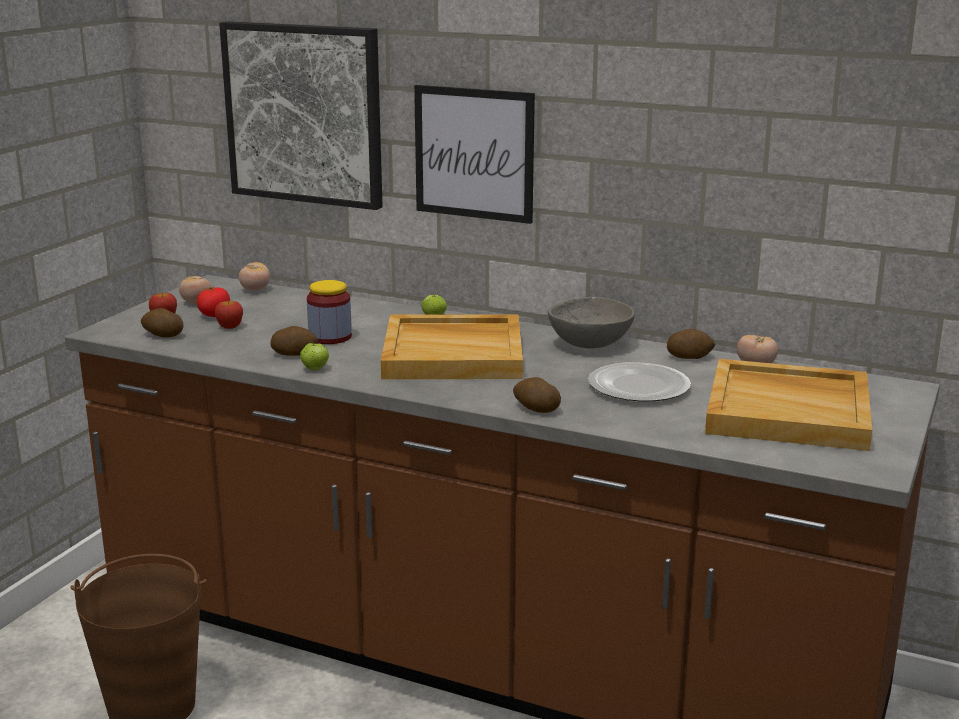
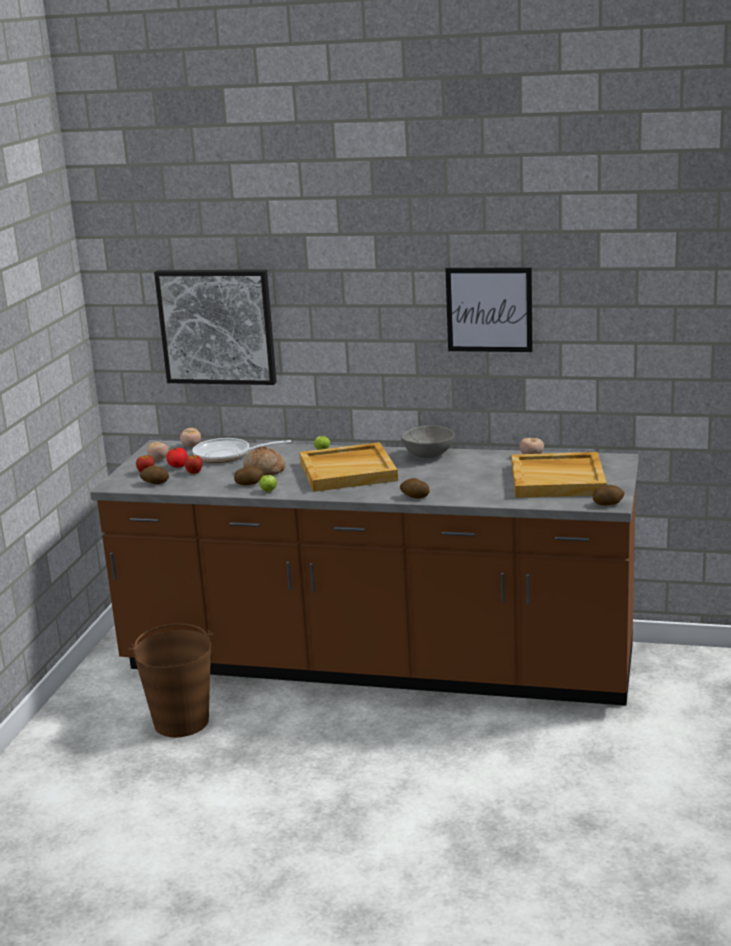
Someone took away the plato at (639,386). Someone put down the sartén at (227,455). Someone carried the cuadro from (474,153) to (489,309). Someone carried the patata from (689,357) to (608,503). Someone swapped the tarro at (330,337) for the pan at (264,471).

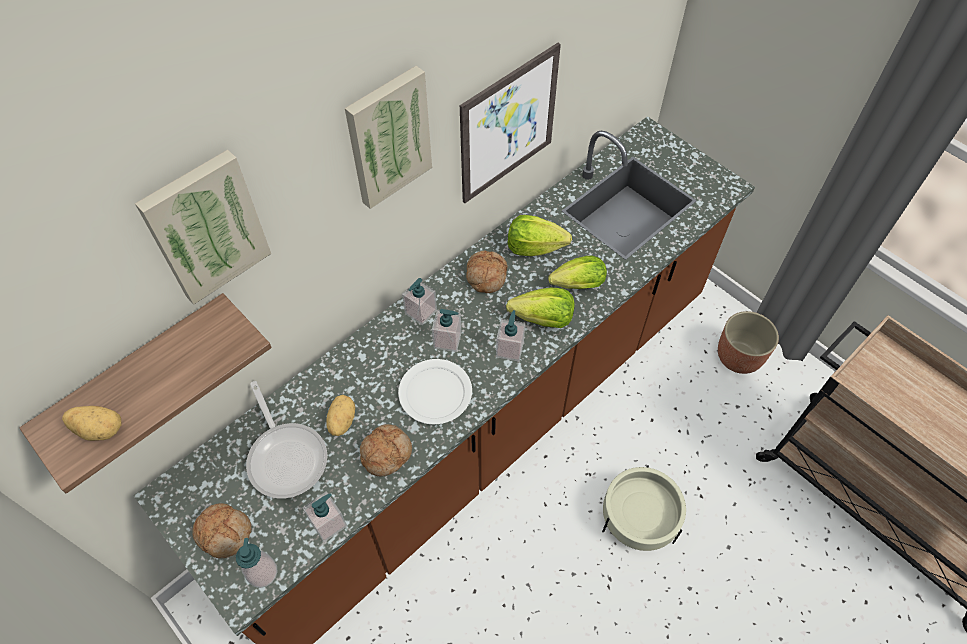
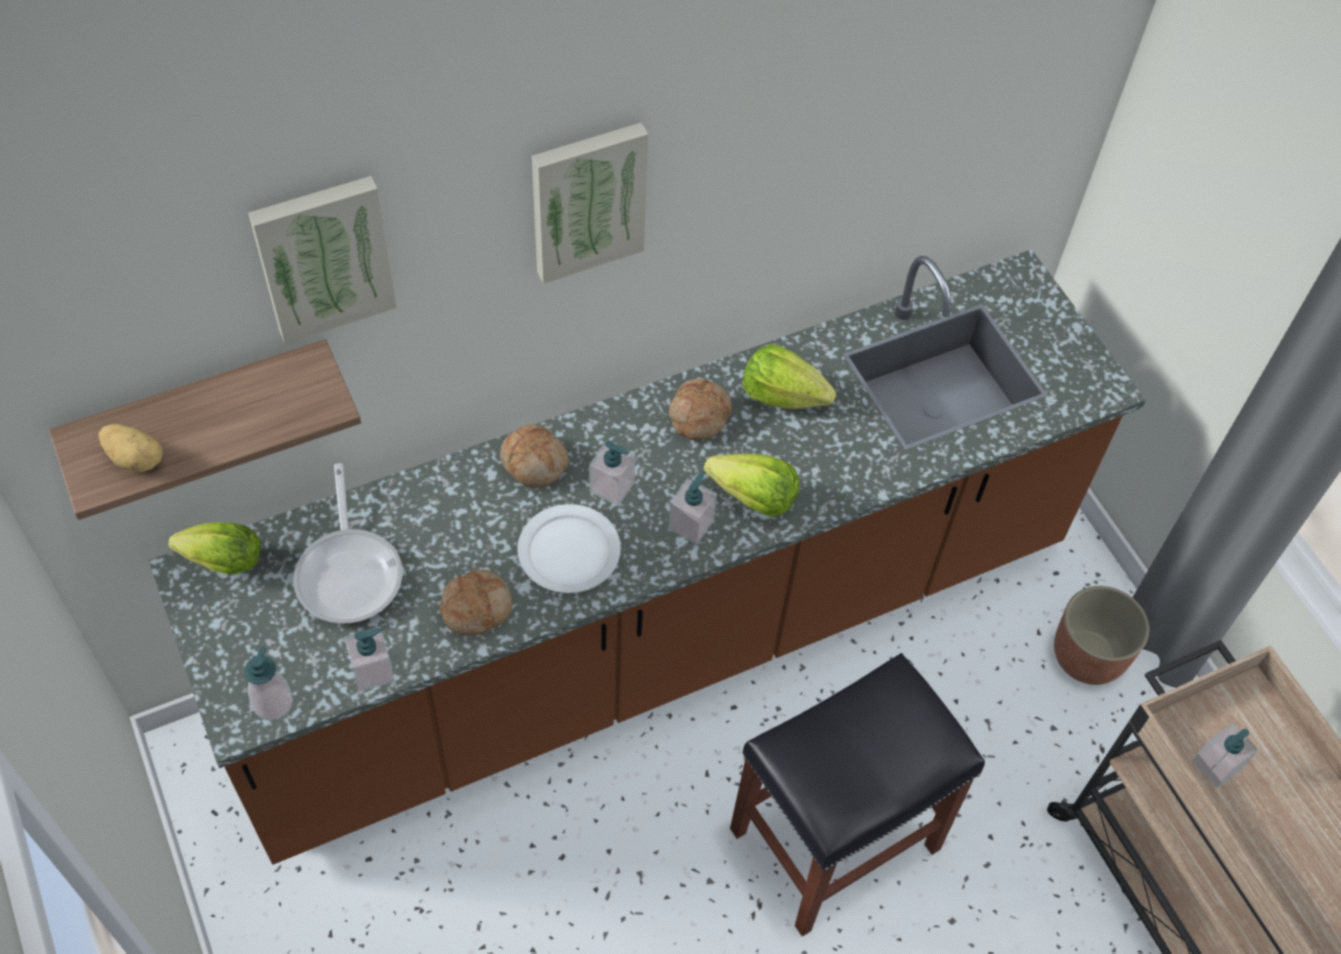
Someone took away the patata at (341,421). Someone took away the cuadro at (508,125). Someone carried the pan from (224,532) to (535,462). Someone carried the dispensador de jabón from (420,312) to (1216,766). Someone carried the lechuga from (575,285) to (218,561). Someone swapped the maceta/beis at (639,517) for the taburete/negro at (836,837).

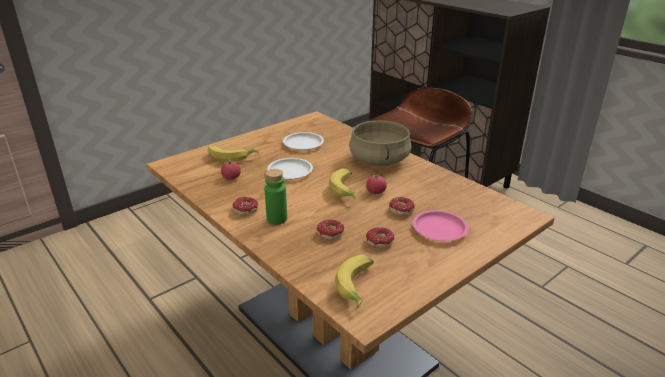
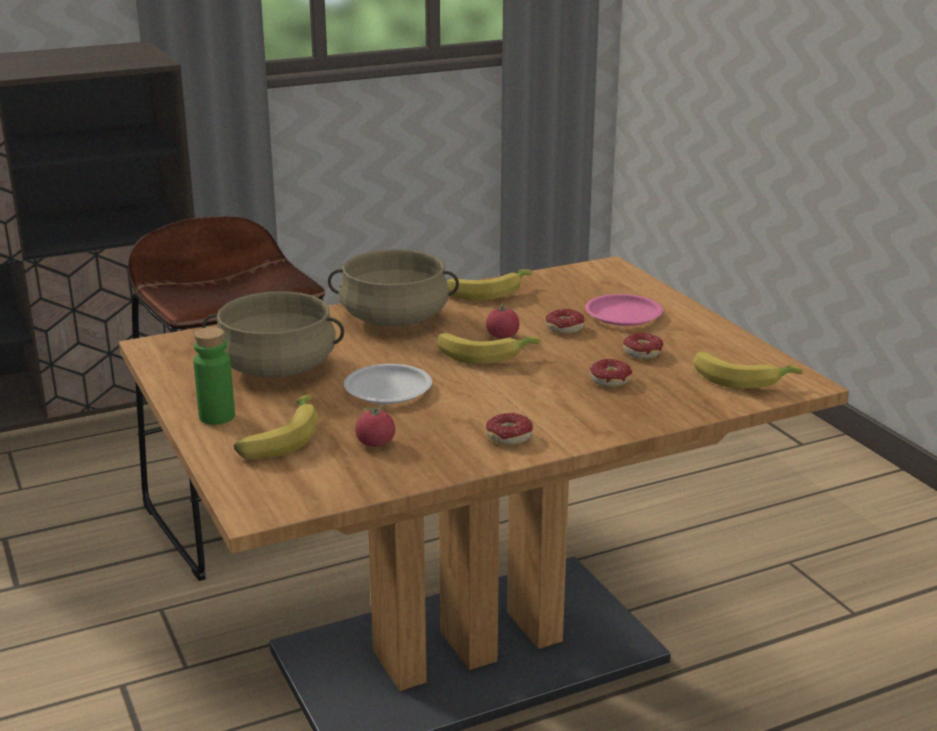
Someone put down the plátano at (486,292). Someone carried the botella/verde from (277,219) to (217,416). Someone swapped the plato/blanco at (303,144) for the olla/beis at (276,368).

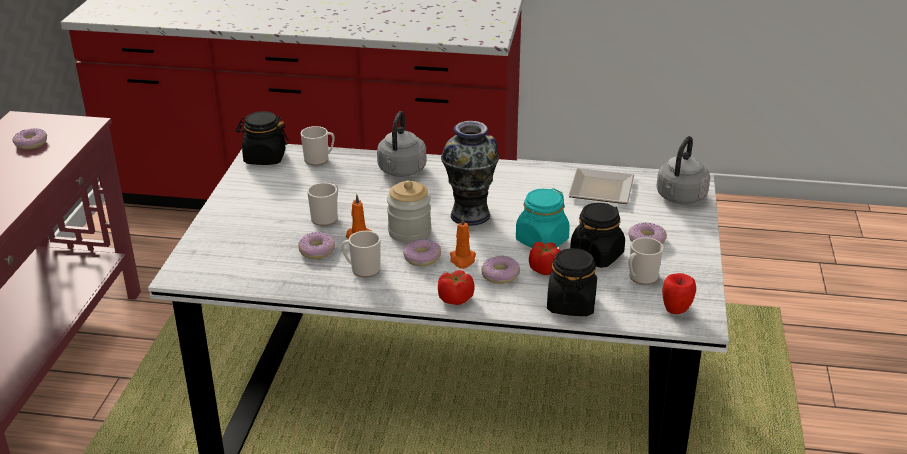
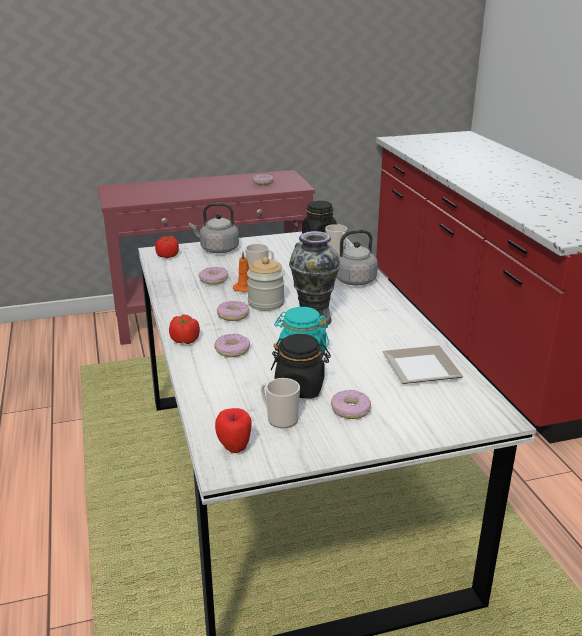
Someone took away the taza grande at (362,269). Someone took away the vela/naranja at (462,260). Someone took away the tarro/negro at (571,304). Someone carried the tomate from (544,269) to (168,255). Someone carried the hervidor/gris from (680,198) to (217,249).

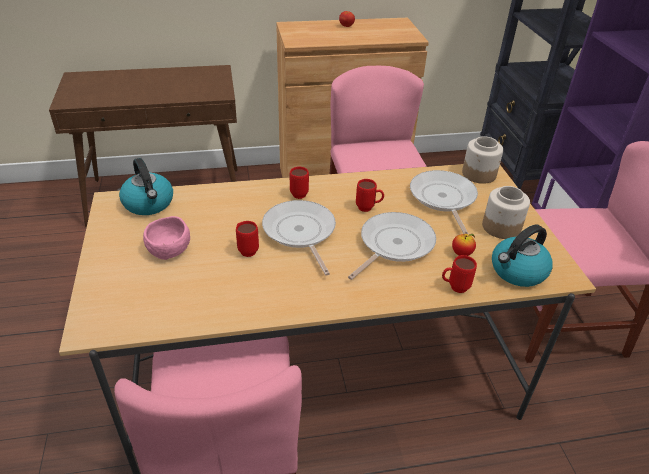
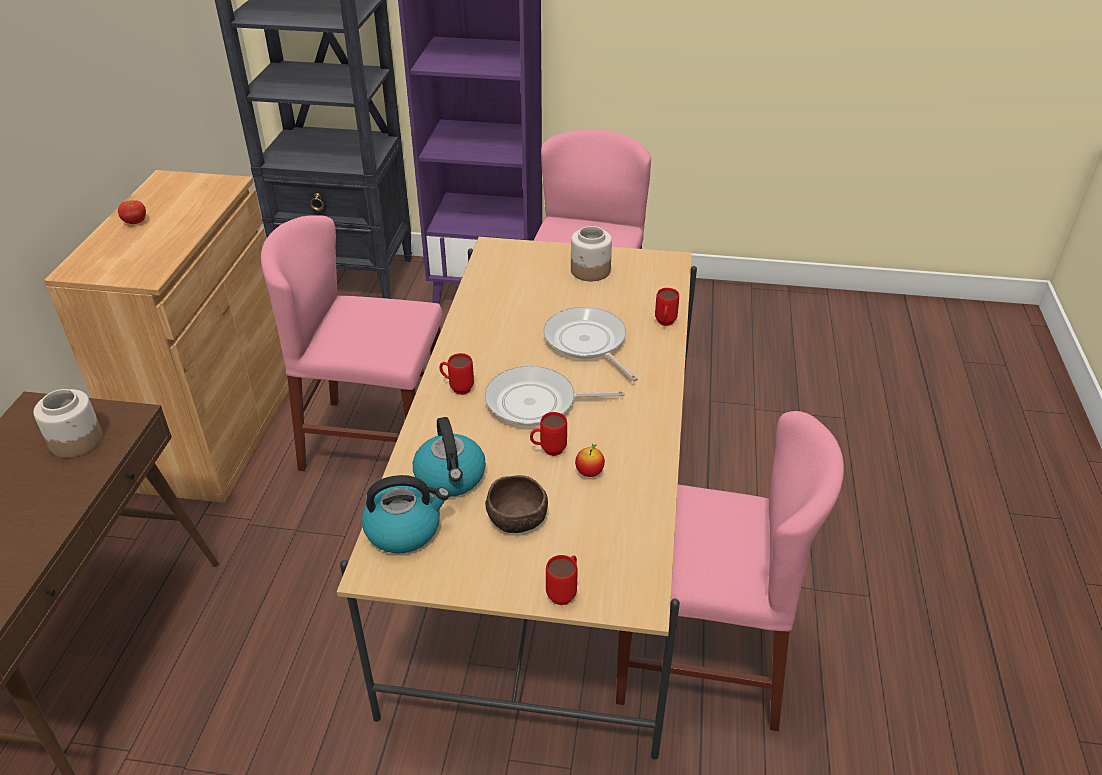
Someone took away the sartén at (443,199). Someone carried the taza grande/rojo from (368,208) to (564,592). Someone carried the manzana from (461,254) to (589,472). Someone carried the tarro from (479,174) to (77,440). Someone carried the hervidor from (517,271) to (451,477). Someone repainted the cuenco/rosa at (168,249), which became the cuenco/marrón at (518,518).

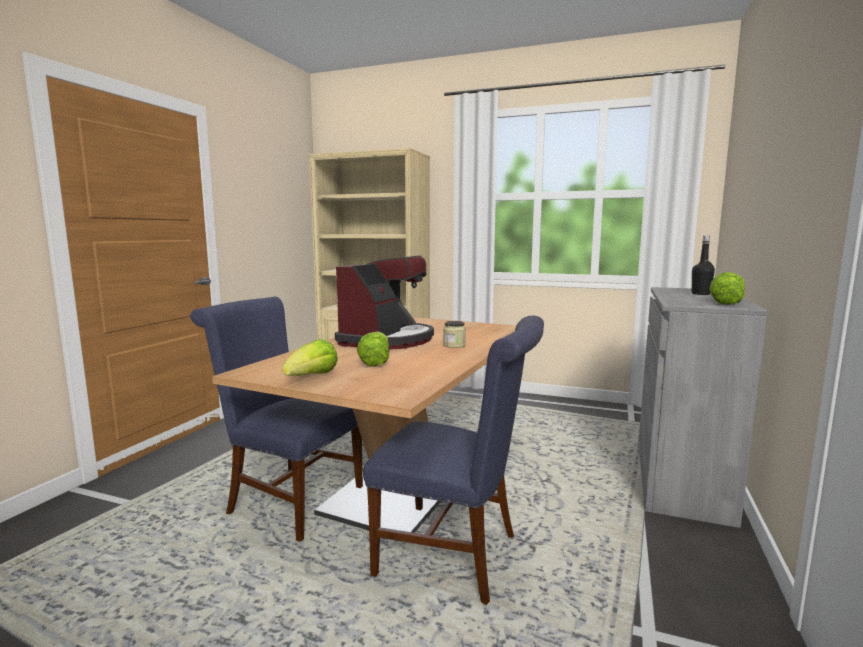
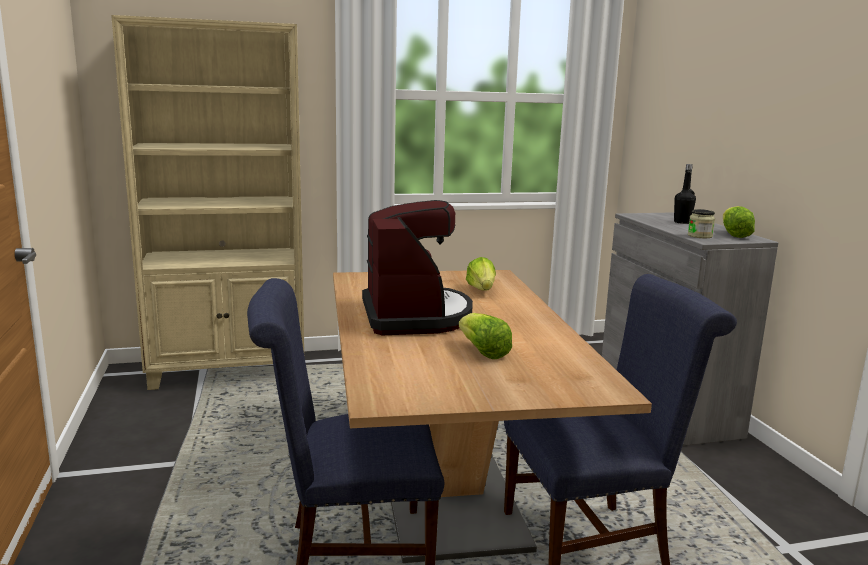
Someone carried the lechuga from (312,377) to (481,290). Someone carried the tarro from (454,345) to (700,236).

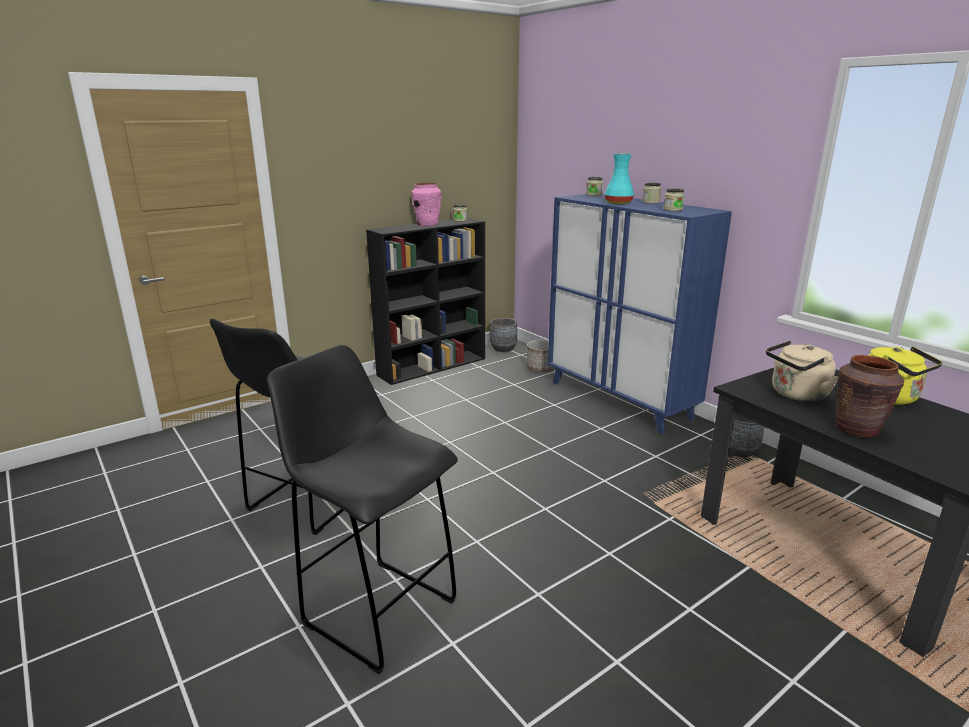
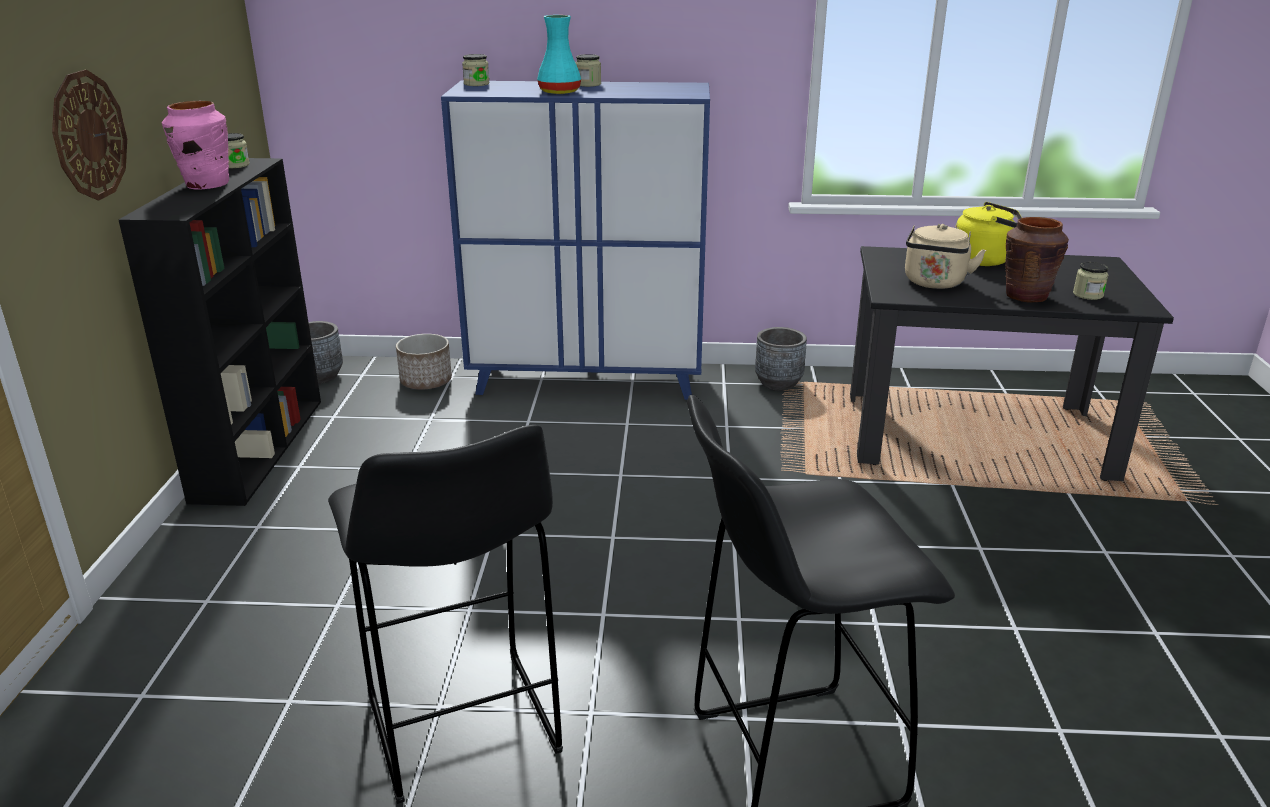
Someone put up the reloj de pared at (89,135). Someone carried the tarro from (672,210) to (1088,295).

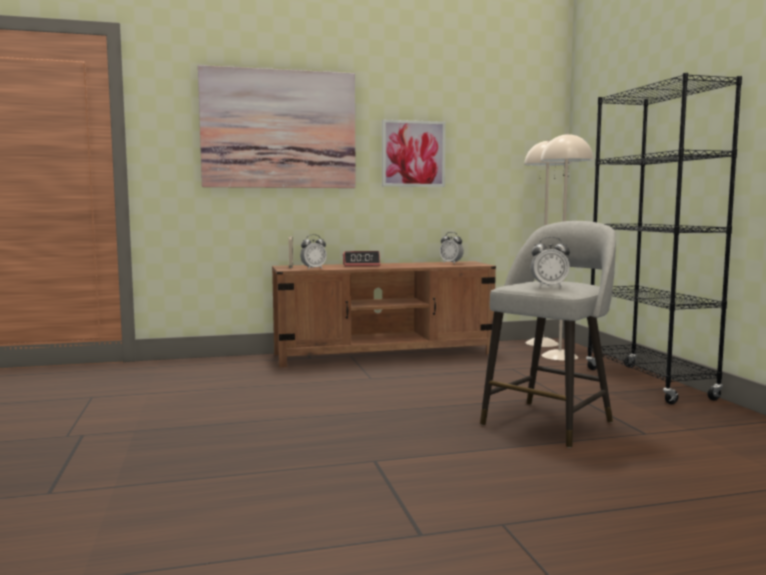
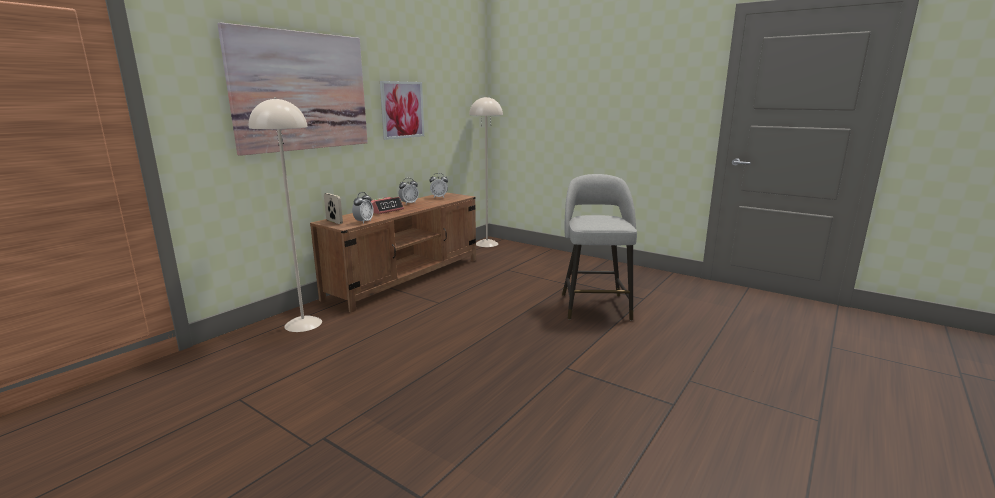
Someone took away the estantería/negro at (648,384). Someone carried the despertador from (549,286) to (409,203). Someone carried the lámpara de pie/beis from (560,356) to (303,324).

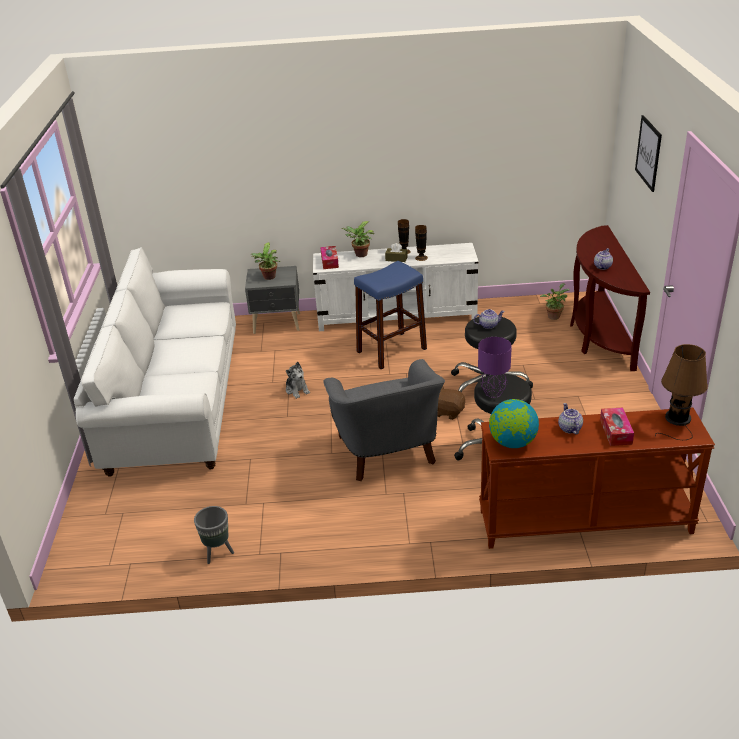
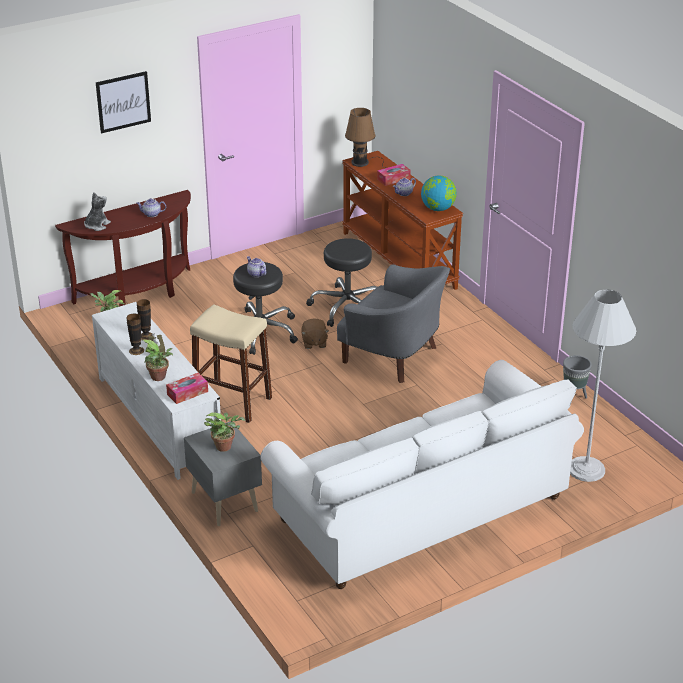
Someone took away the lámpara de mesa/morado at (493,392). Someone put down the lámpara de pie/blanco at (586,469). Someone carried the peluche from (297,390) to (96,225). Someone repainted the taburete/azul at (391,350), which became the taburete/beis at (232,401). Someone rotated the sillón/gris at (387,453) by 75 degrees clockwise.

